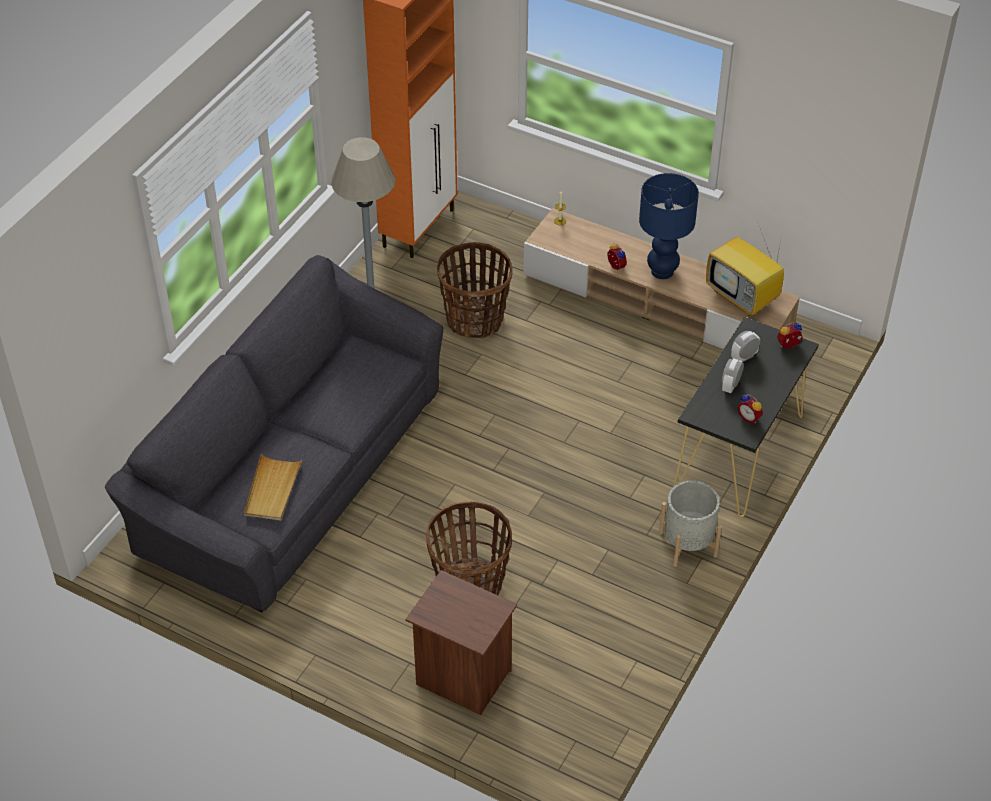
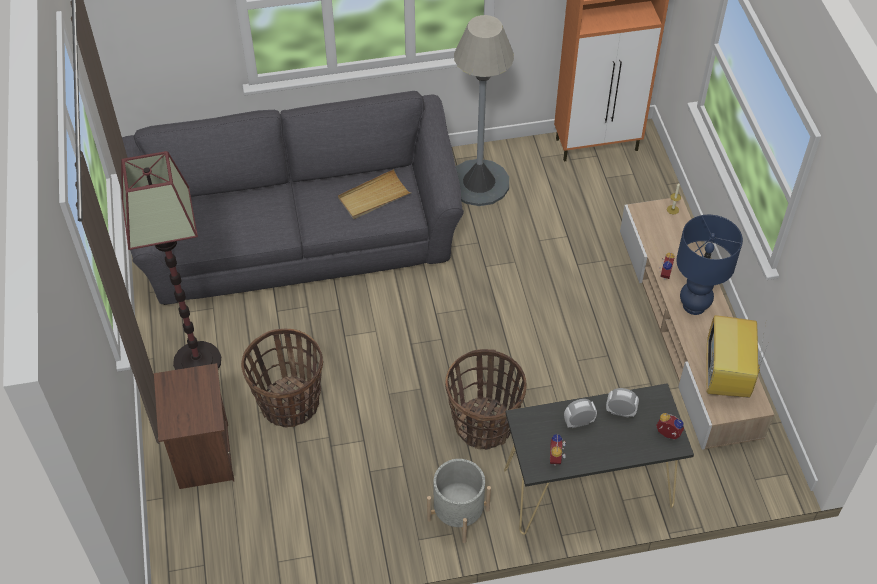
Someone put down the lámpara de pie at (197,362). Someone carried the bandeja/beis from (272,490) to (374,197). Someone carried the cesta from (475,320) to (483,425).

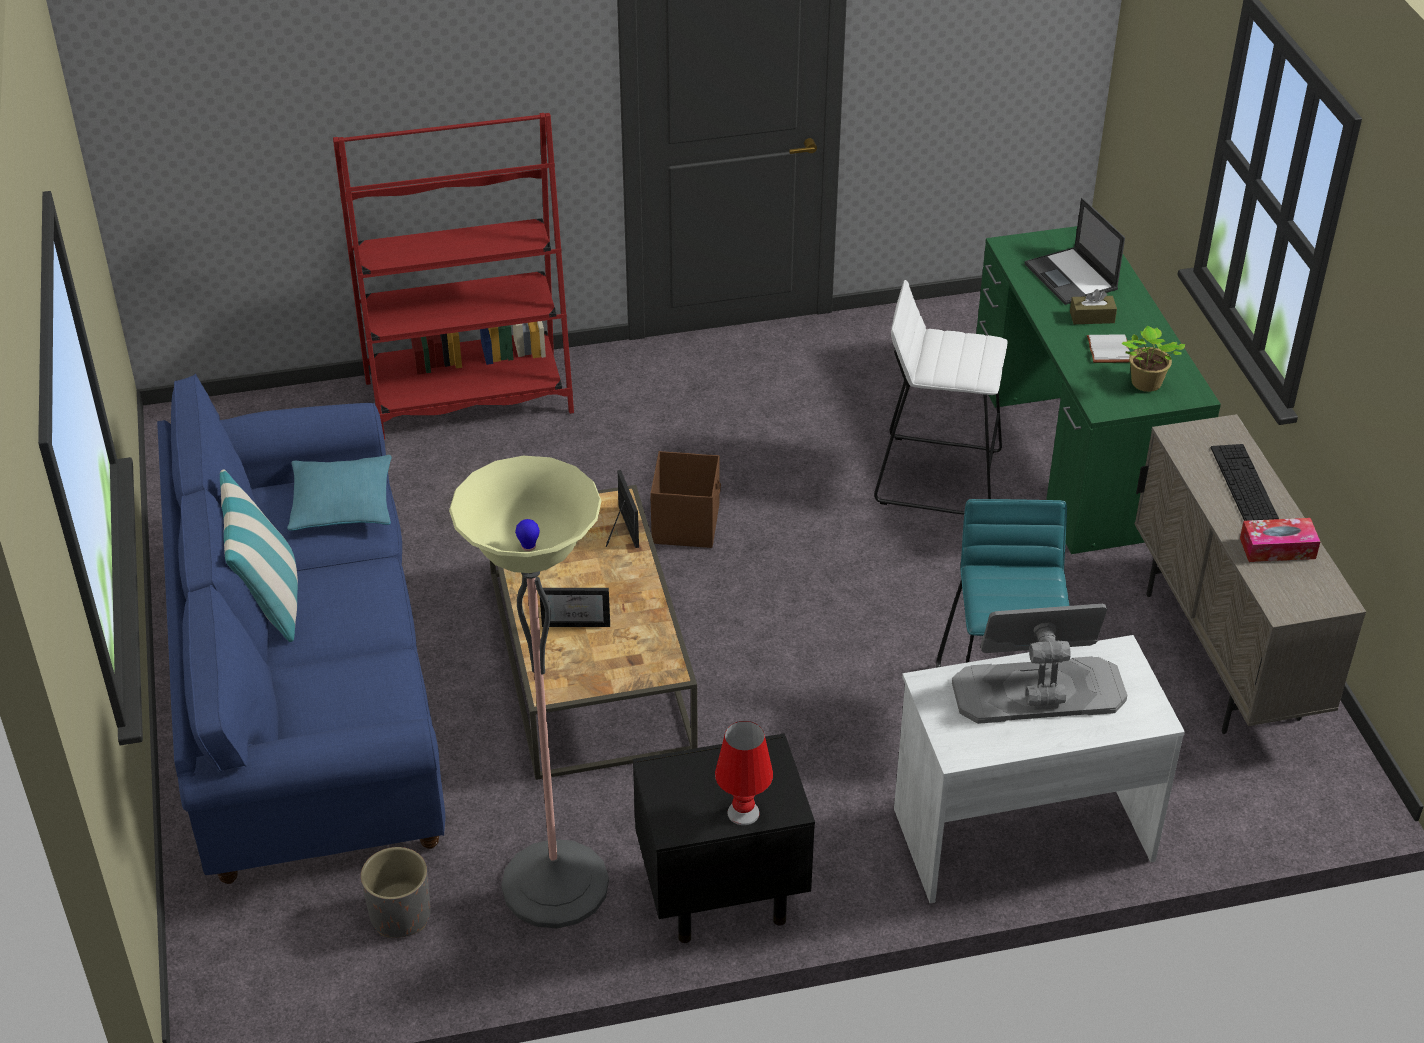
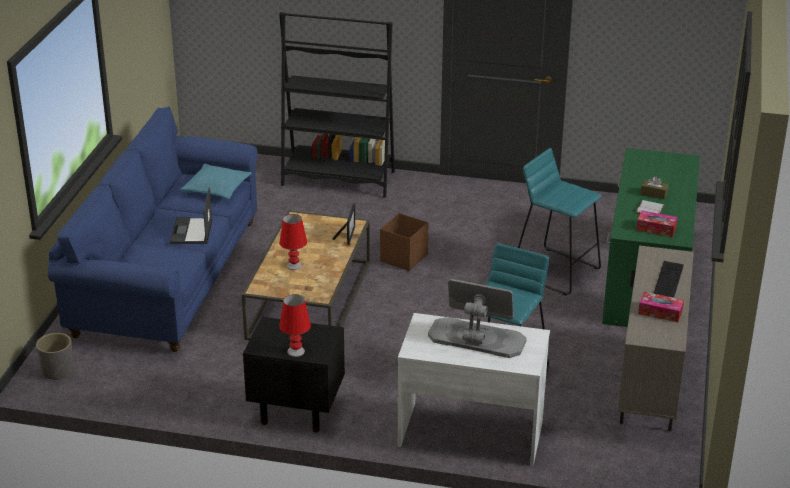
Someone took away the cojín at (269,601). Someone took away the lámpara de pie at (555,885). Someone carried the maceta/gris from (400,915) to (57,371). Someone carried the portátil from (1071,277) to (191,232). Someone swapped the portarretratos at (577,620) for the lámpara de mesa/rojo at (294,265). Someone swapped the planta en maceta at (1145,384) for the caja de pañuelos at (656,229). Someone repainted the estantería/rojo at (469,397), which became the estantería/negro at (338,179). Someone repainted the taburete/blanco at (936,475), which became the taburete/turquesa at (556,271).

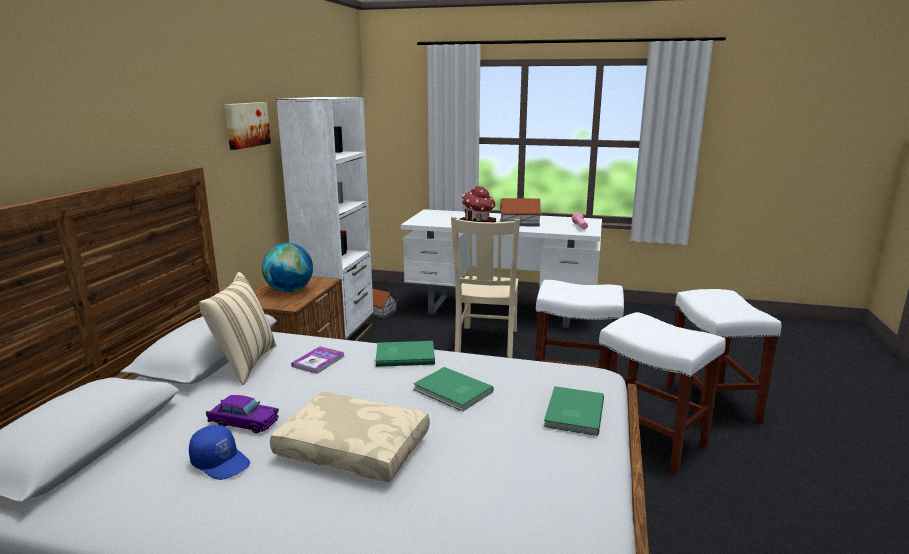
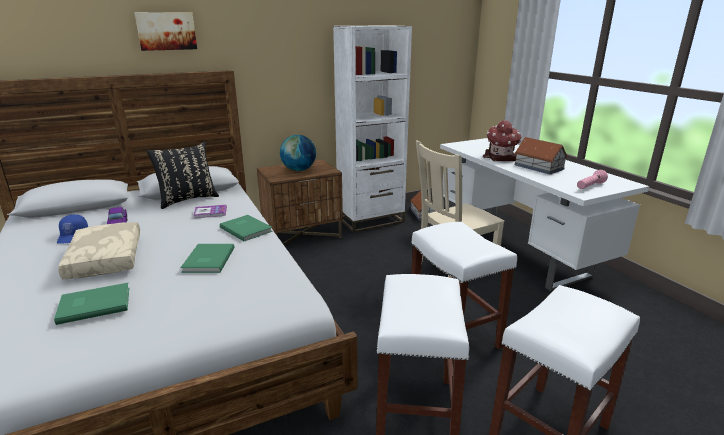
Someone carried the cuadro from (246,125) to (166,31). Someone carried the libro/verde from (572,413) to (93,304). Someone repainted the cojín/beis at (244,364), which became the cojín/negro at (187,199).

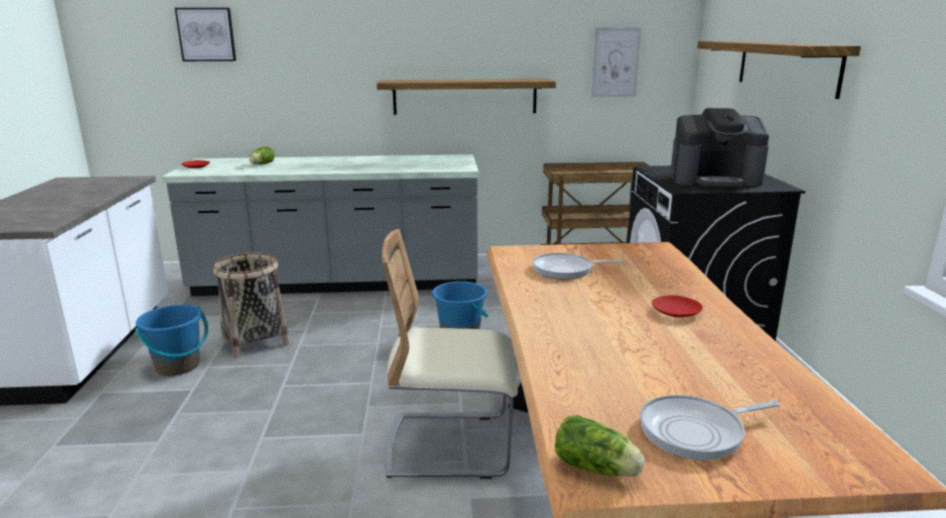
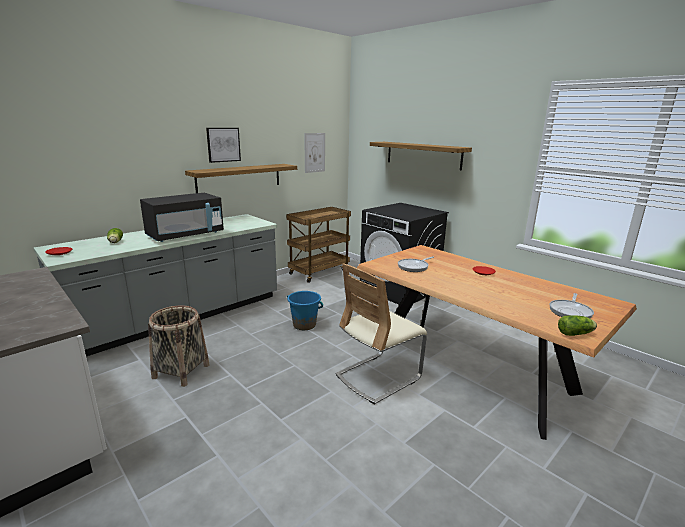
Someone took away the cubo/azul at (178,366). Someone took away the cafetera at (715,179). Someone put down the microondas/negro at (185,235). Someone carried the cuadro from (206,34) to (223,144).

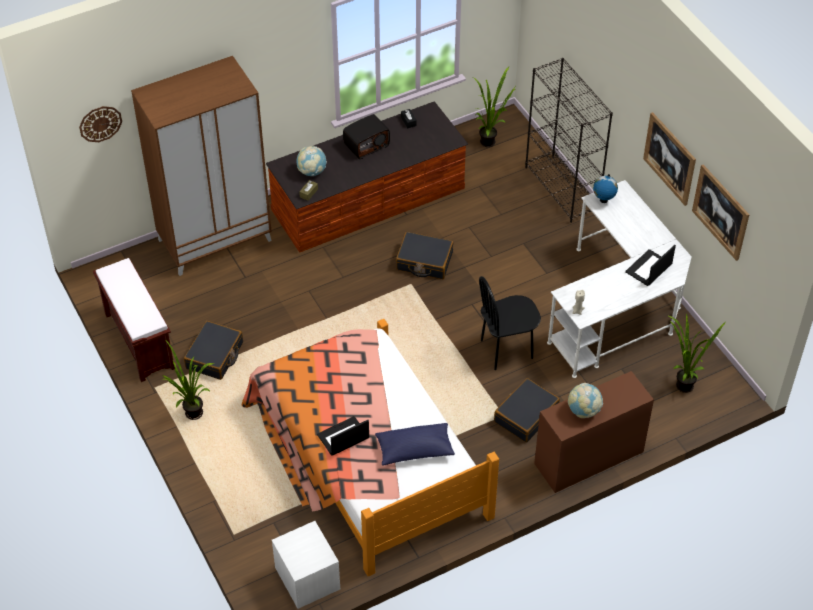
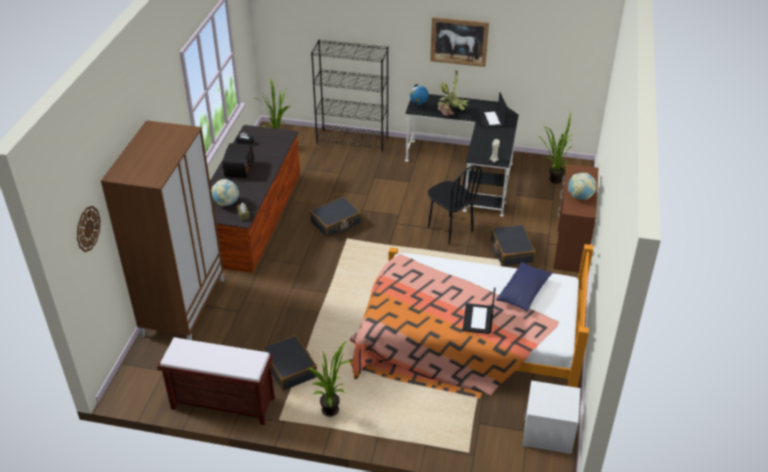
Someone took away the cuadro at (720,212). Someone put down the planta en maceta at (452,113). Someone repainted the escritorio/blanco at (618,307), which became the escritorio/negro at (469,171). Someone rotated the silla/negro at (506,349) by 60 degrees counterclockwise.

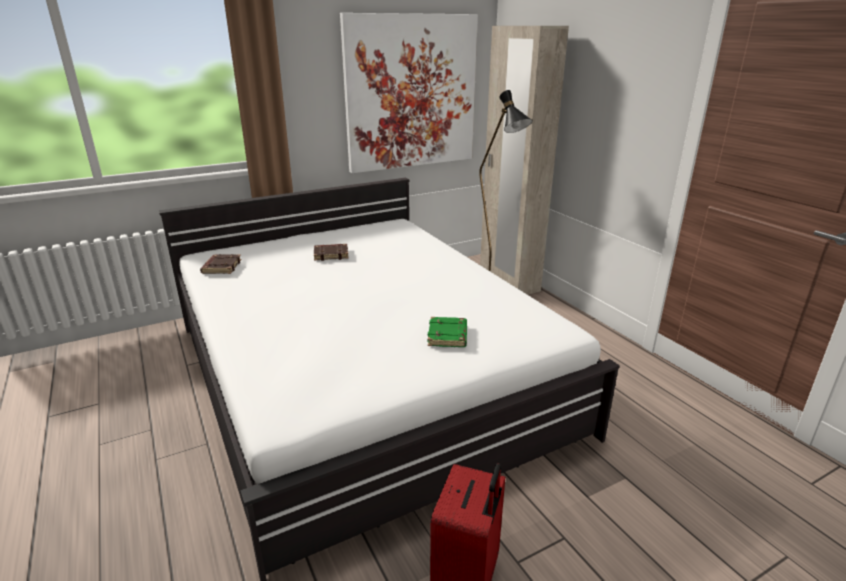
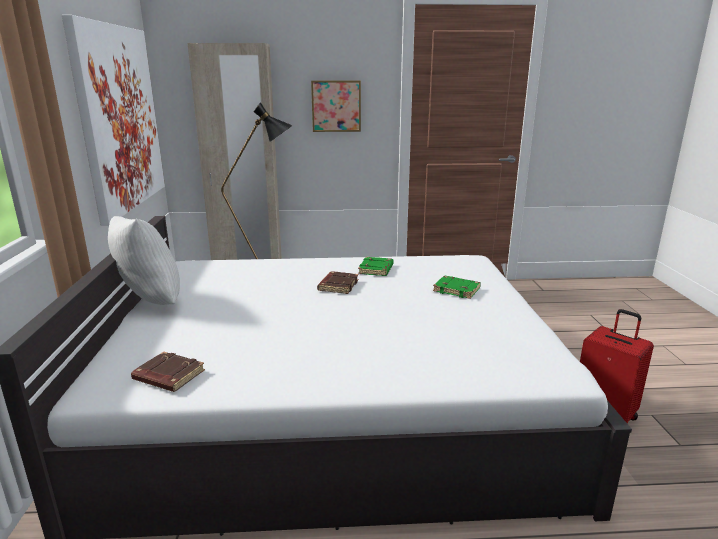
Someone put down the cojín/blanco at (149,302). Someone put up the cuadro at (336,106). Someone put down the libro/verde at (376,270). Someone carried the libro/marrón from (331,254) to (338,285).

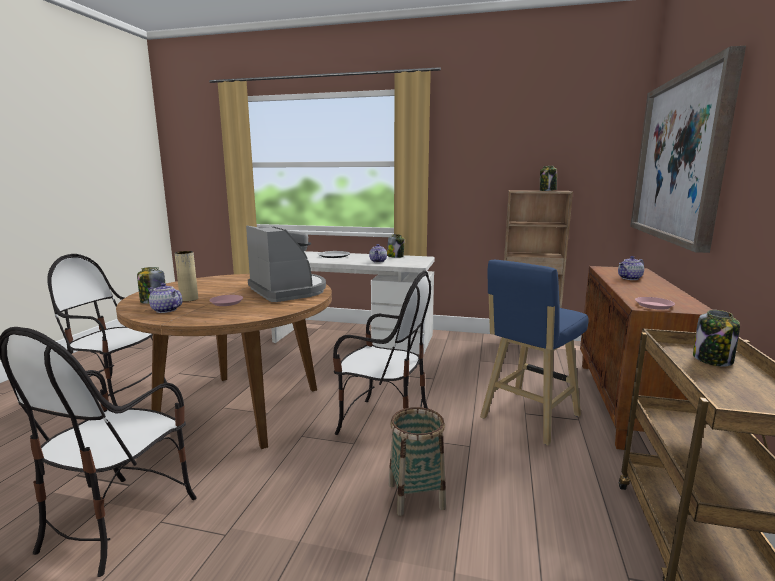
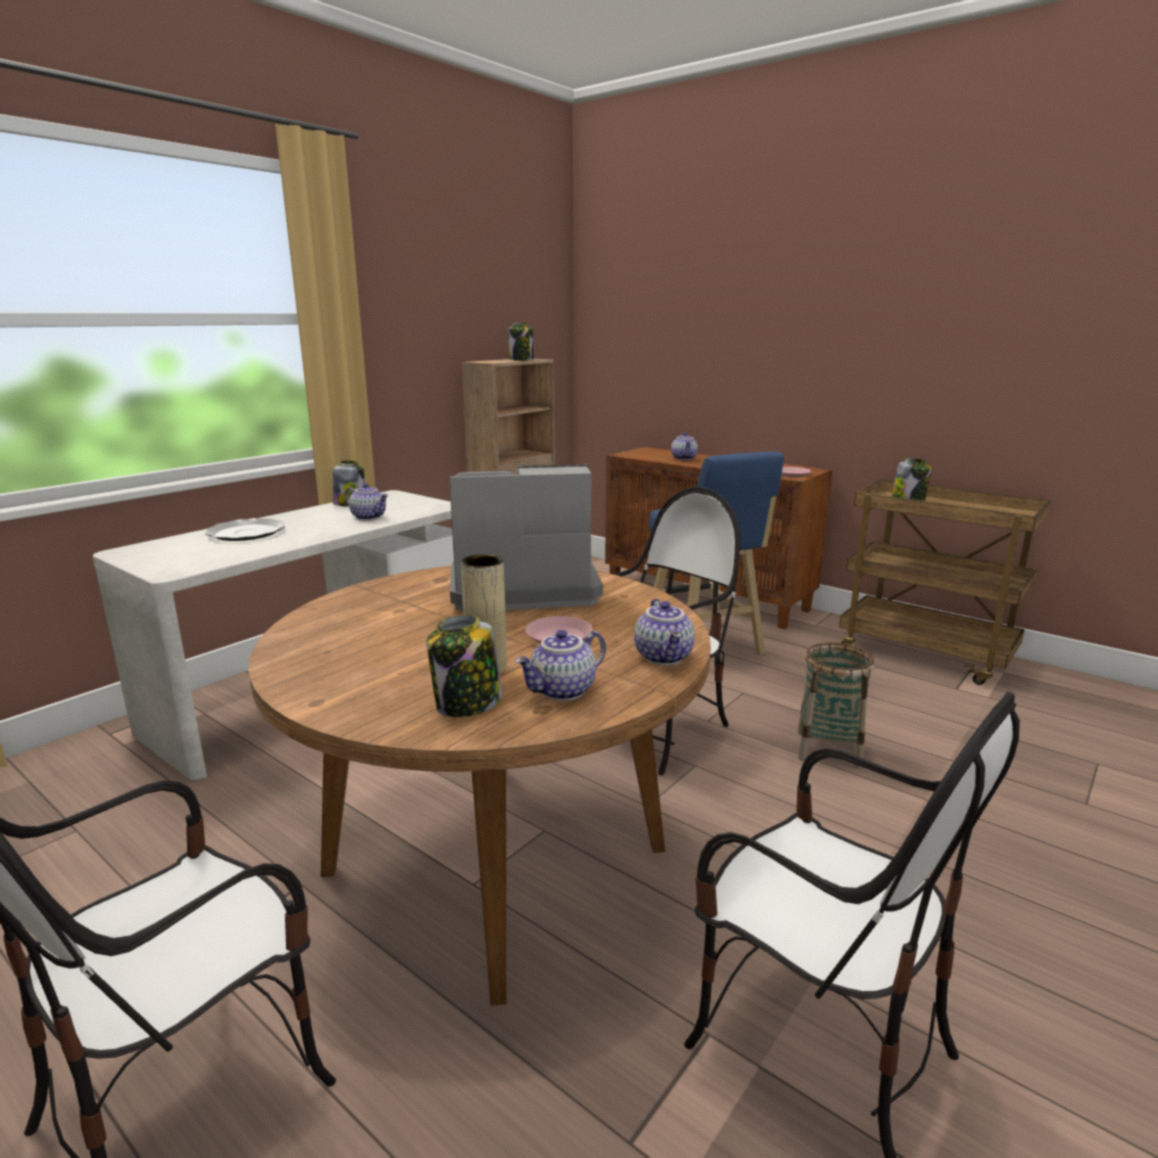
Someone took away the cuadro at (679,159). Someone put down the tetera at (665,657).

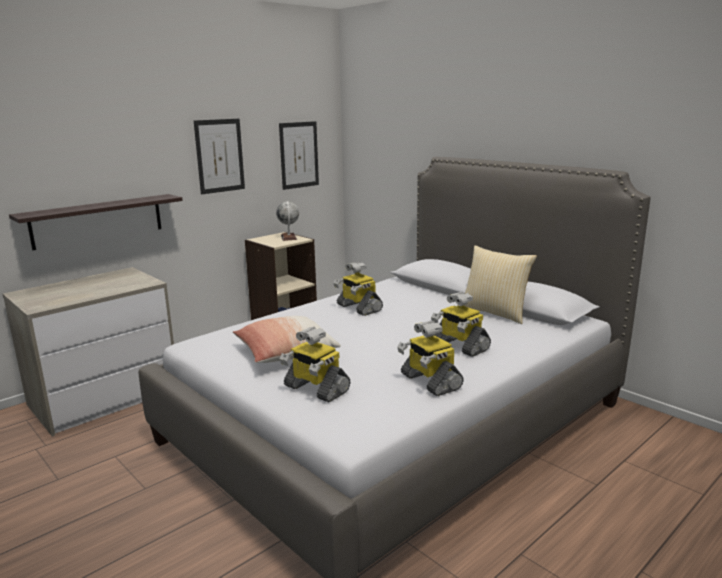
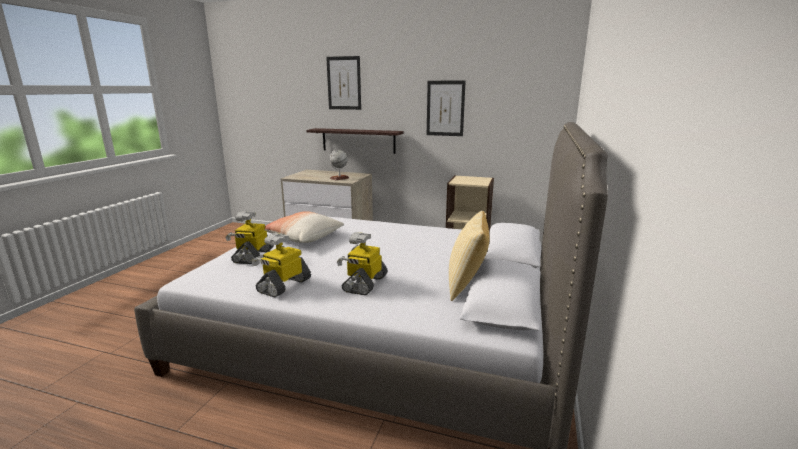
Someone took away the robot de juguete at (358,308). Someone carried the globo terráqueo from (289,237) to (339,178). Someone carried the cuadro from (299,155) to (344,83).

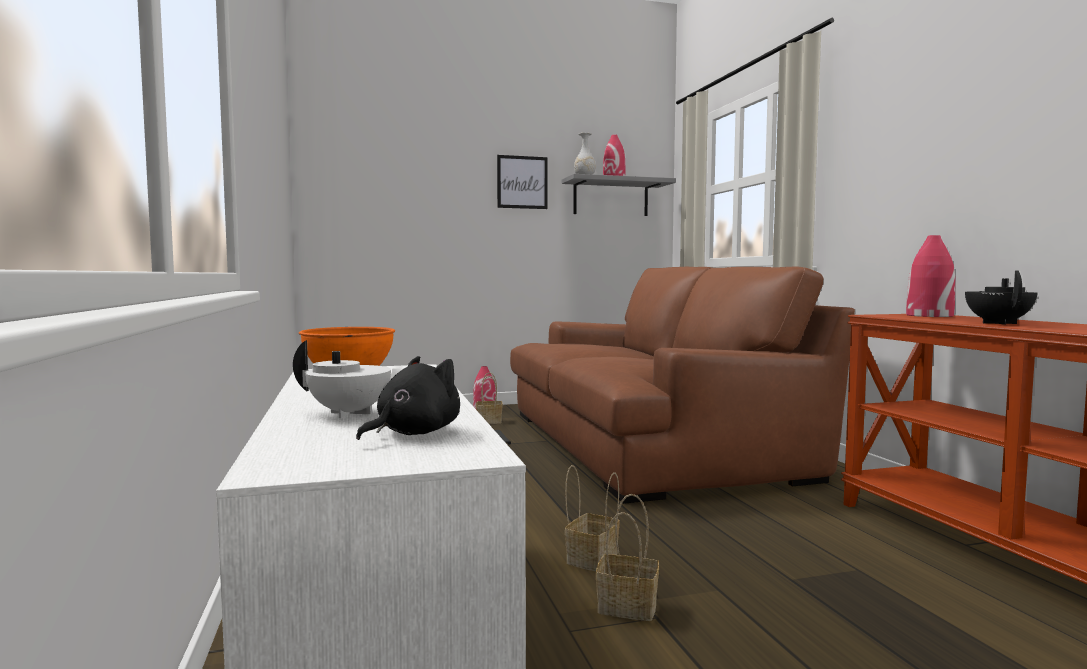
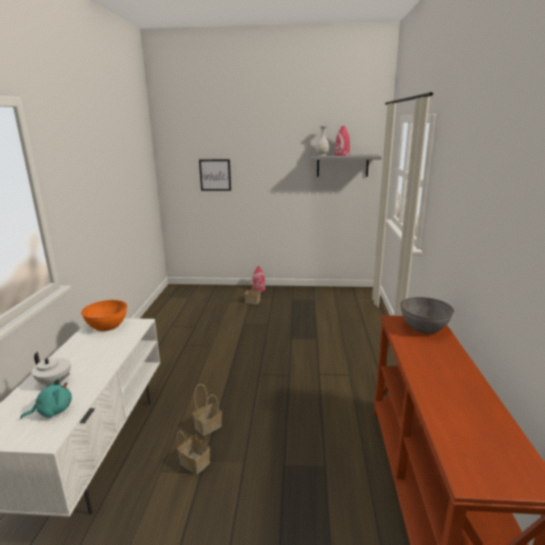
Someone took away the sofá/marrón at (647,442). Someone took away the tetera/negro at (998,323). Someone carried the cuadro from (522,182) to (215,175). Someone swapped the florero/rojo at (929,315) for the cuenco/gris at (423,327). Someone repainted the peluche/negro at (413,433), which became the peluche/turquesa at (52,411).

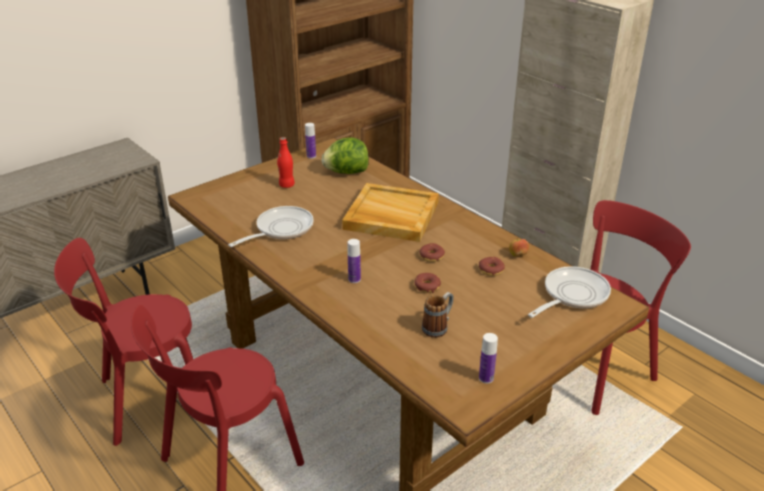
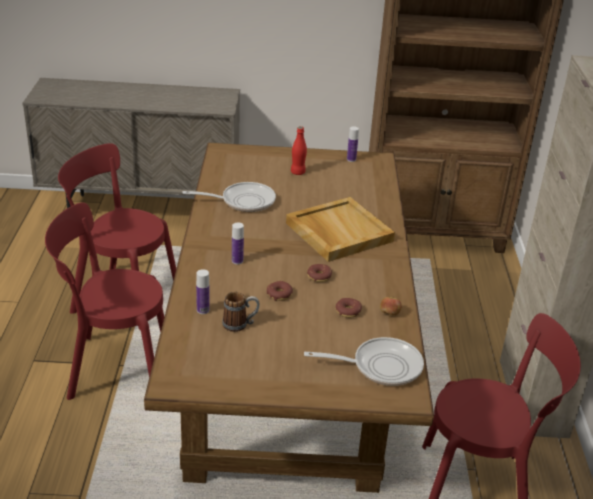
Someone took away the lechuga at (346,172). Someone carried the botella from (486,378) to (203,310).

